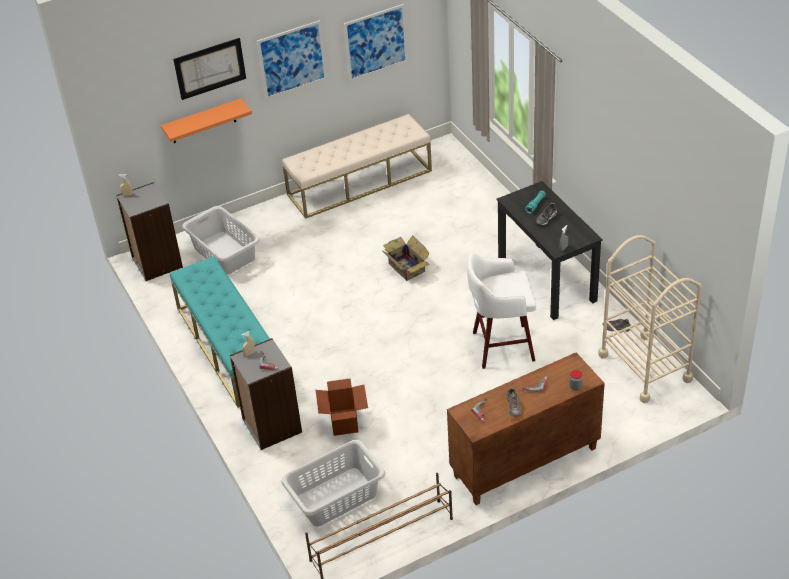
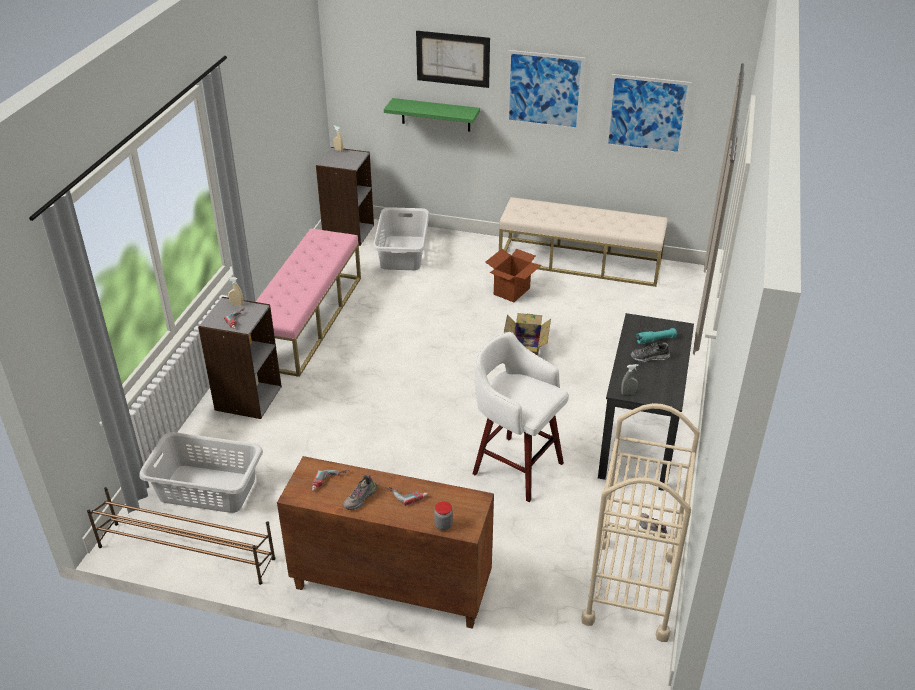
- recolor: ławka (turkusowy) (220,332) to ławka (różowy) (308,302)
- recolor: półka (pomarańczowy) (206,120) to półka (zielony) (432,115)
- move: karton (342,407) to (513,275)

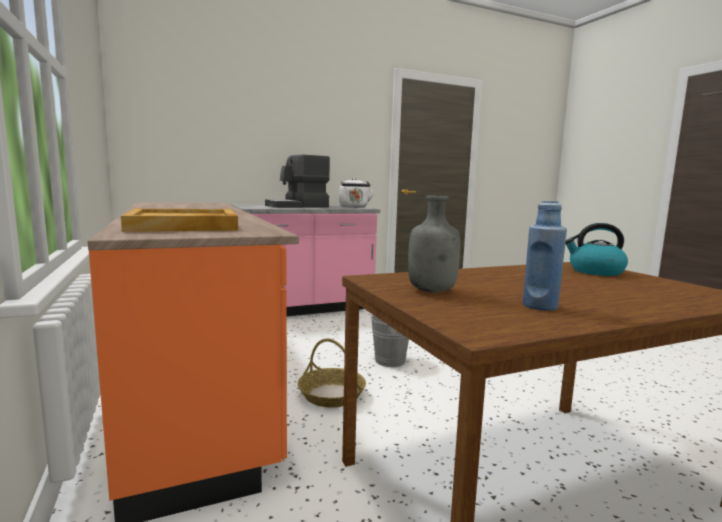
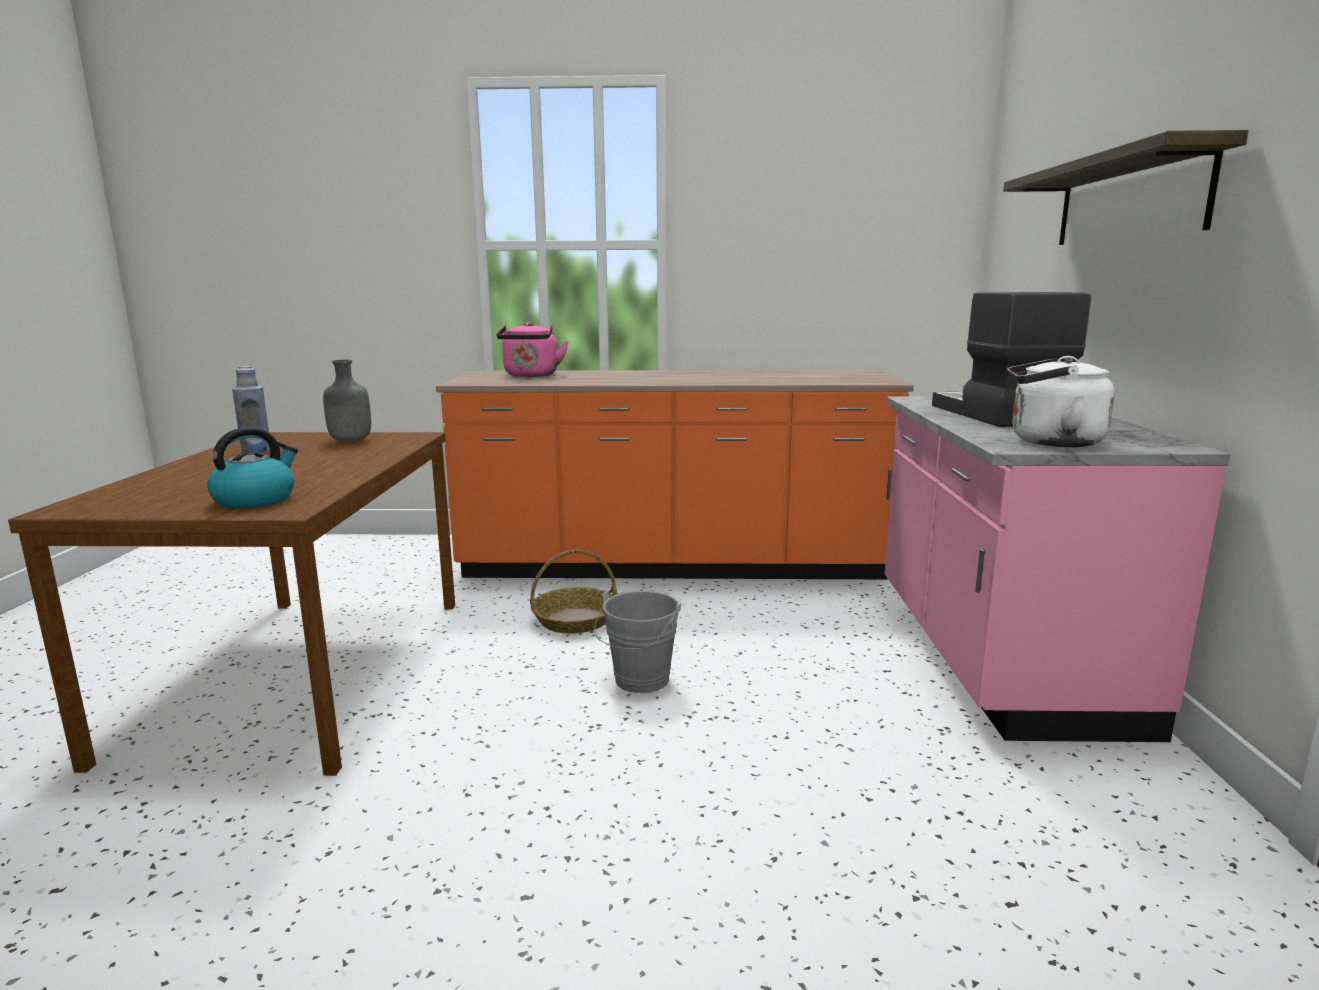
- replace: taca (beżowy) (179,220) to czajnik (różowy) (532,349)
- insert: półka (1125,187)

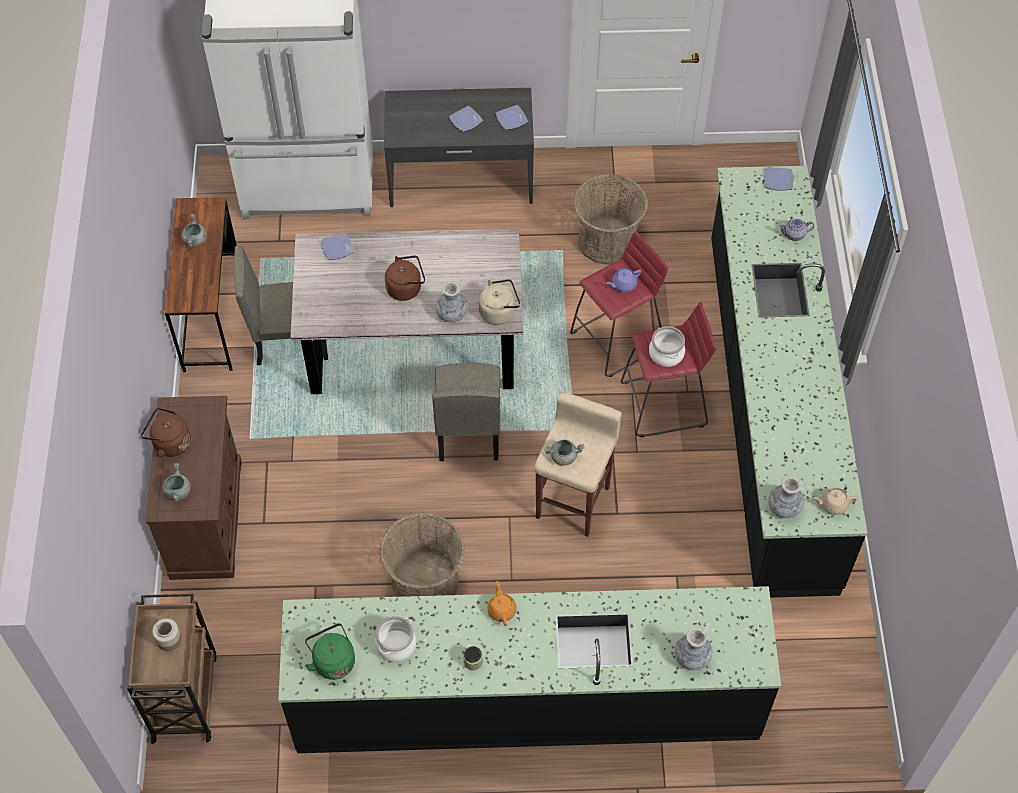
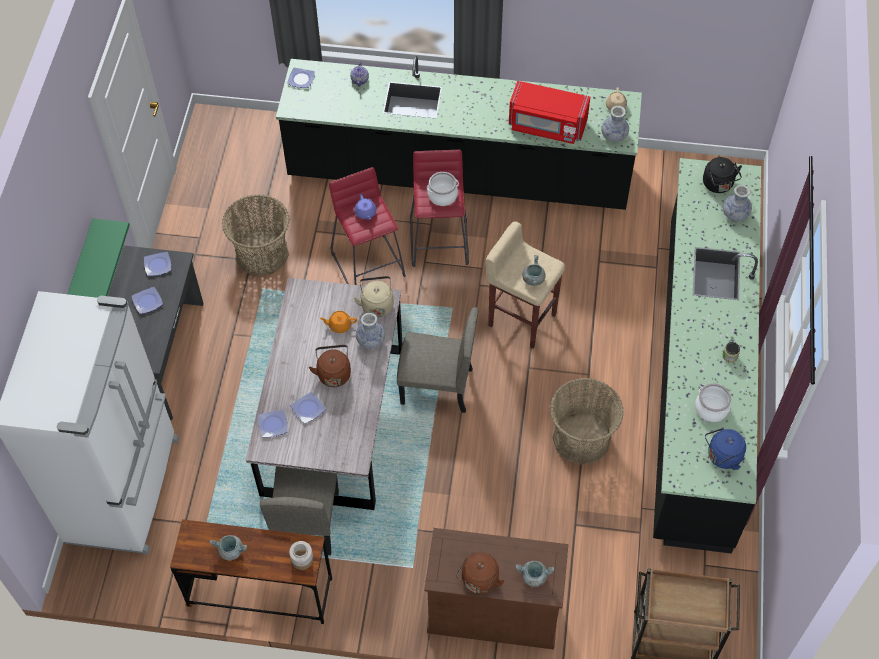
- insert: półka (zielony) (99,258)
- move: słoik (167,635) to (301,555)
- insert: talerz (308,407)
- move: imbryk (pomarańczowy) (501,603) to (338,322)
- insert: mikrofalówka (czerwony) (549,112)
- insert: czajnik (czarny) (722,175)
- recolor: czajnik (zielony) (330,651) to czajnik (niebieski) (725,448)

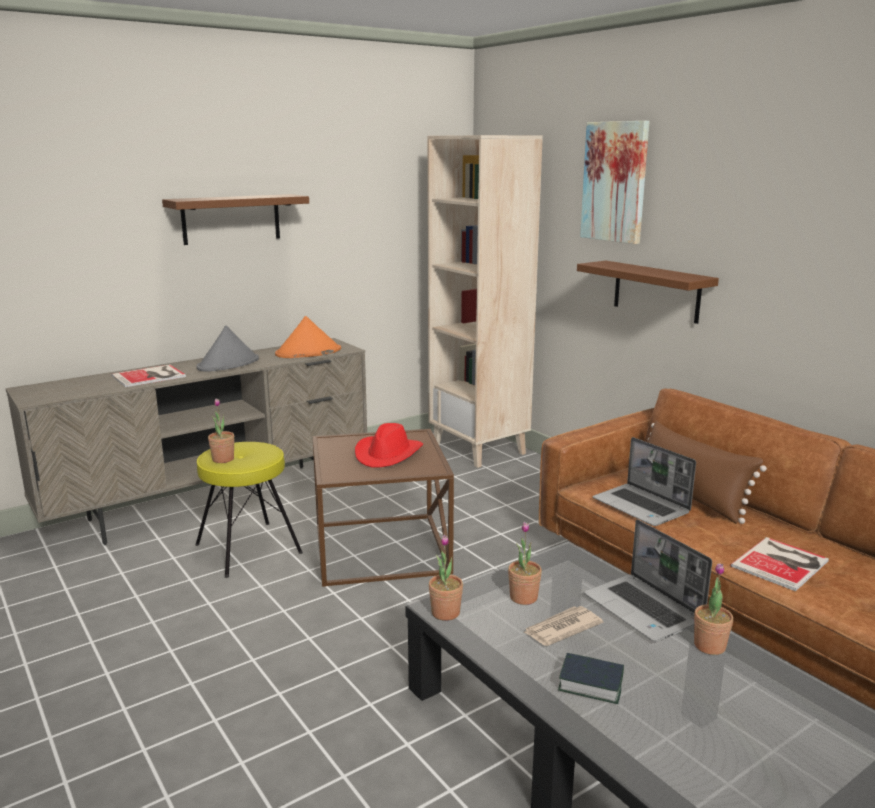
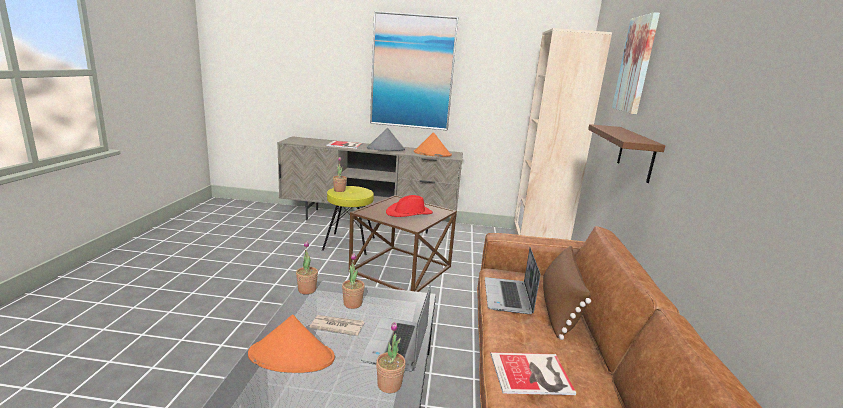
- replace: książka (591,678) to kapelusz (pomarańczowy) (291,344)
- replace: półka (brązowy) (235,219) to obraz (414,71)

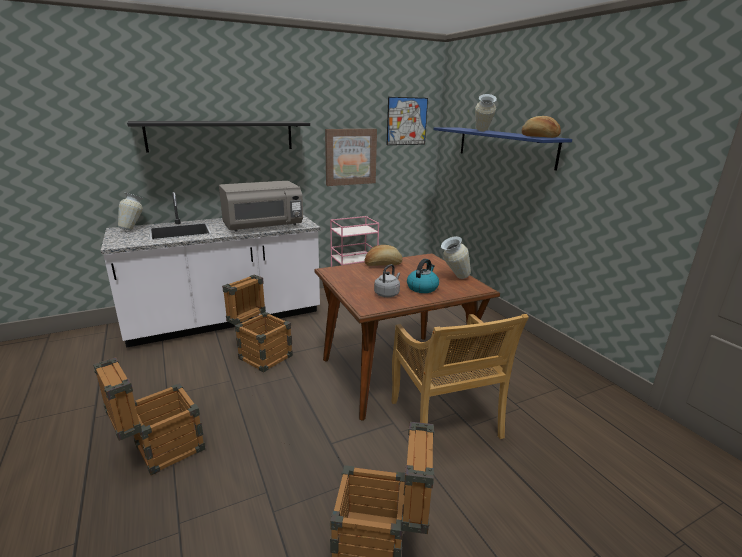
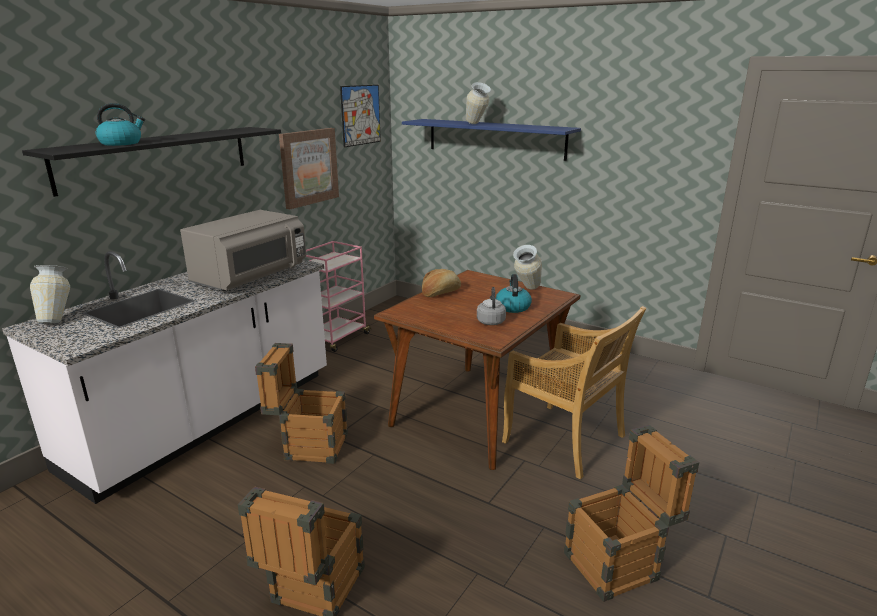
- insert: czajnik (120,124)
- delete: chleb (541,127)

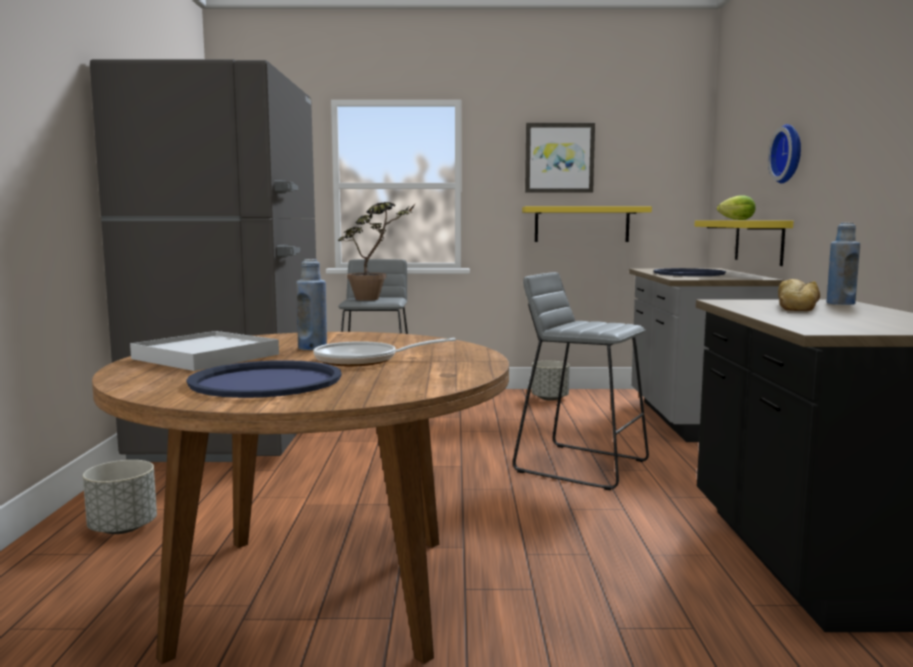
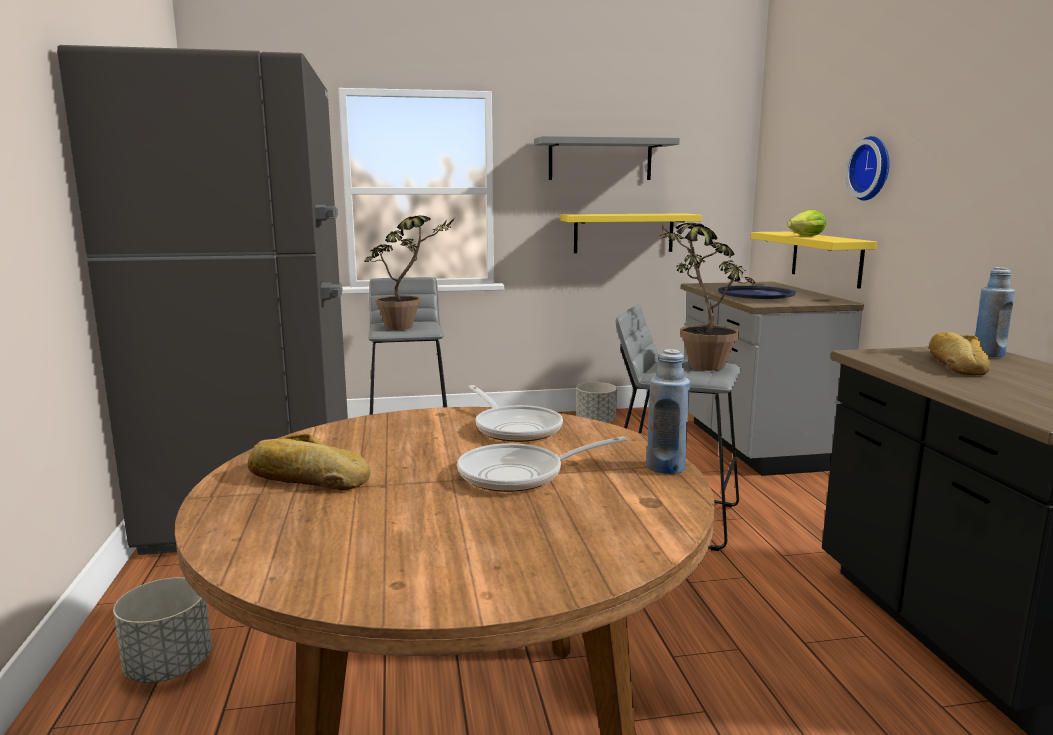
- replace: taca (biały) (204,351) to chleb (309,462)
- insert: patelnia (515,413)
- replace: obraz (560,157) to półka (szary) (607,158)
- move: butelka (niebieski) (311,304) to (668,411)
- insert: roślina doniczkowa (707,297)
- delete: taca (niebieski) (264,379)

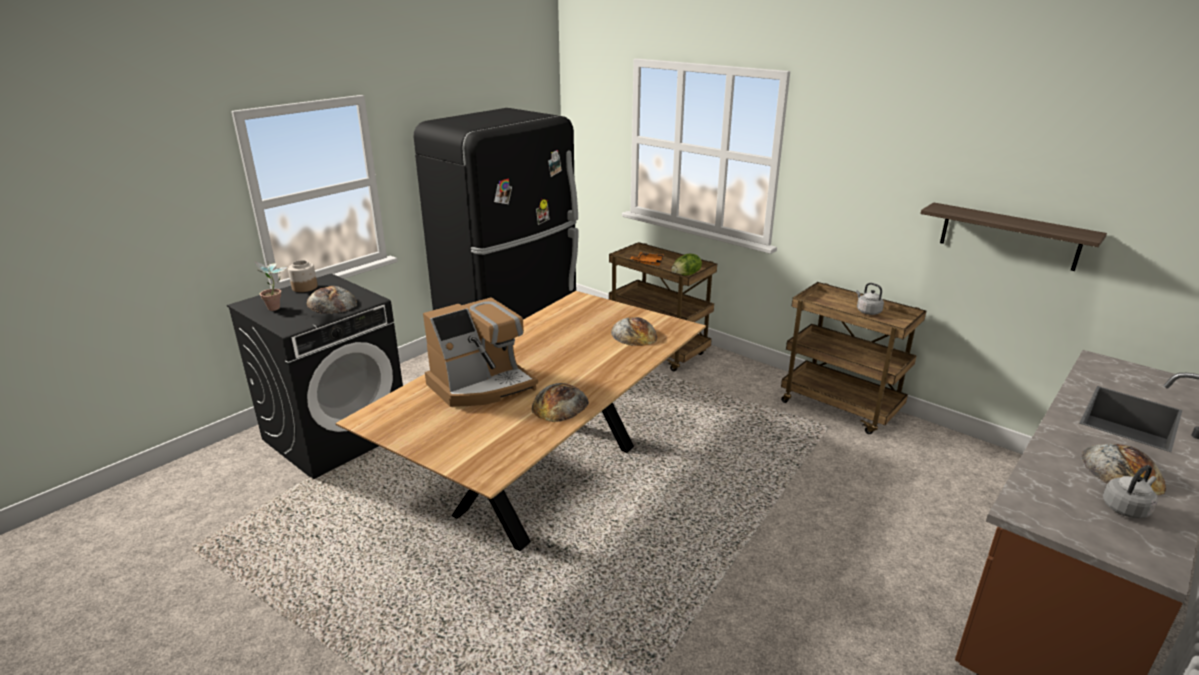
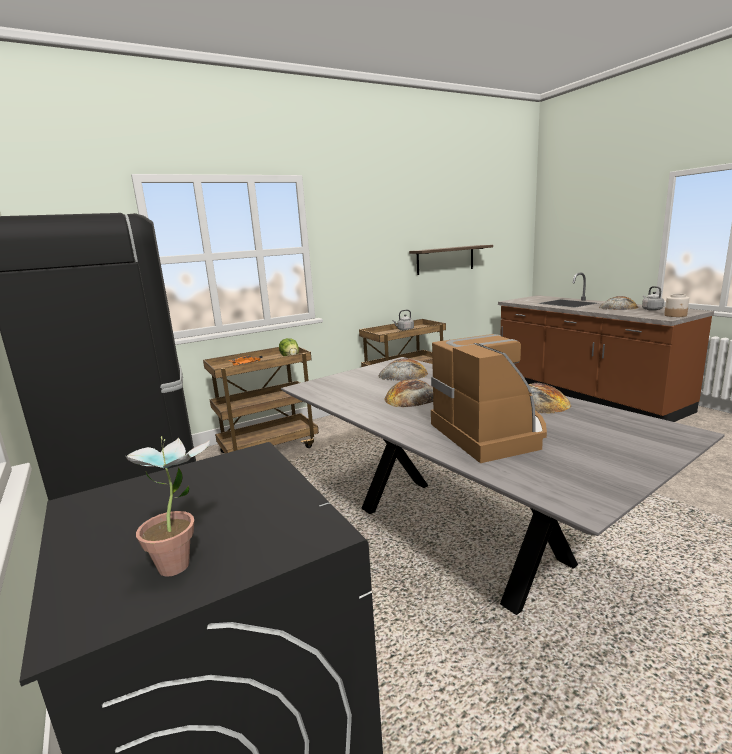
- recolor: stół jadalny (brązowy) (520,421) to stół jadalny (szary) (503,486)
- move: chleb (332,300) to (408,393)
- move: słoik (303,276) to (676,305)

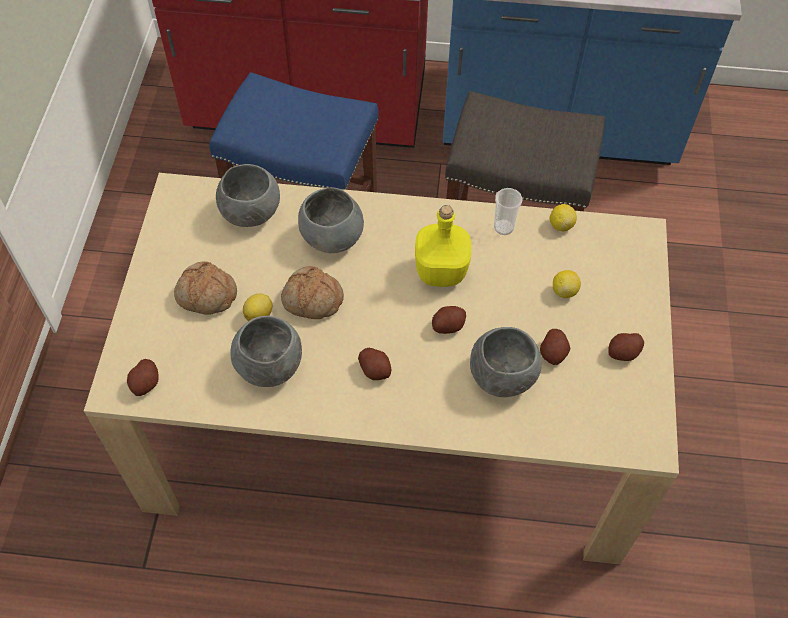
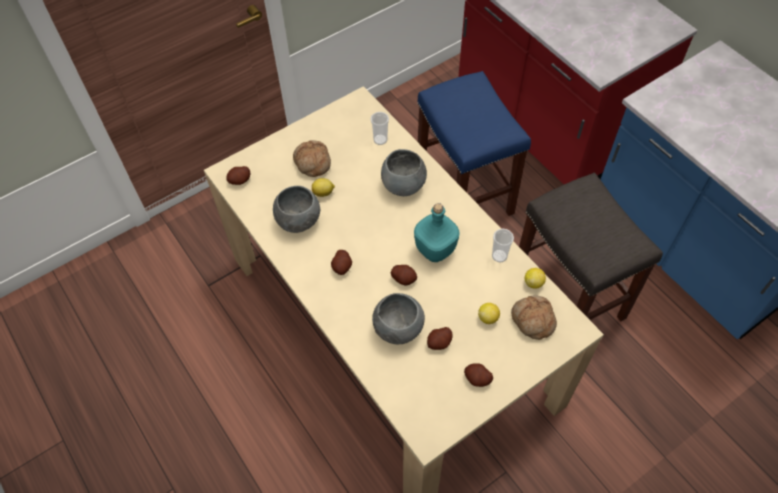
- replace: miska (szary) (248,195) to filiżanka (379,128)
- recolor: butelka (żółty) (443,246) to butelka (turkusowy) (437,232)
- move: chleb (312,292) to (534,317)

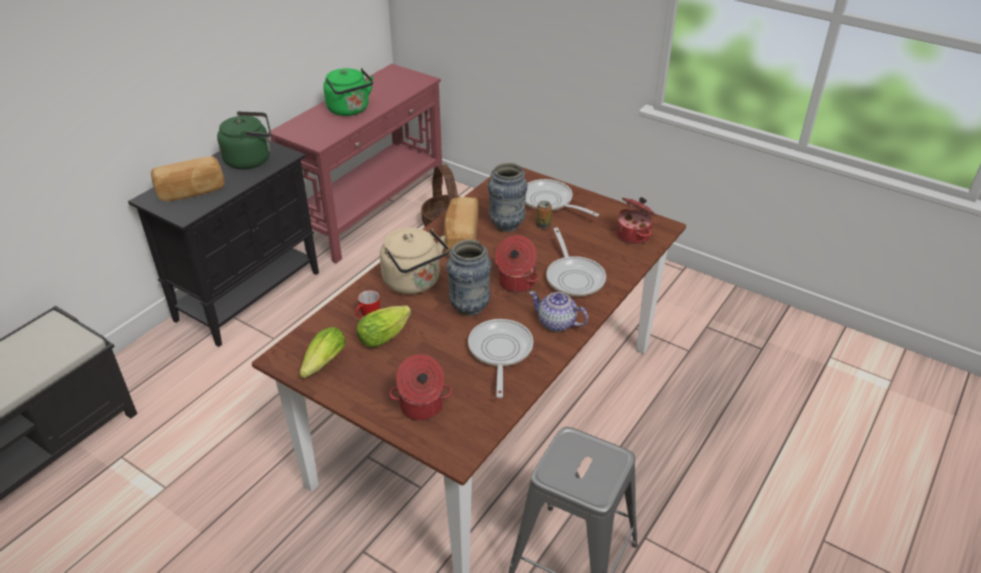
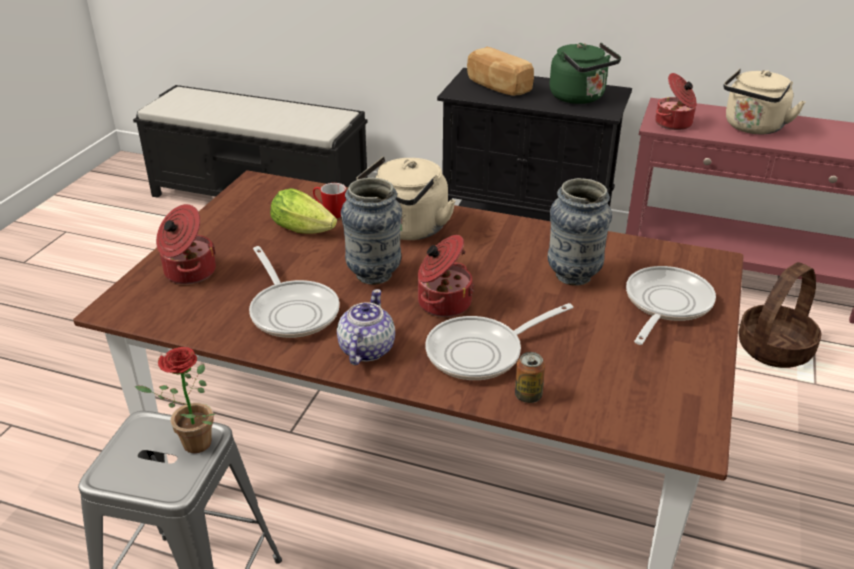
- insert: roślina doniczkowa (174,400)
- rotate: patelnia (500,358) = (294,292) 75 degrees clockwise
- move: puszka (544,215) to (530,377)
- move: garnek (636,220) to (676,101)
- recolor: czajnik (zielony) (348,92) to czajnik (beżowy) (764,101)
- delete: sałata (322,352)
- delete: chleb (461,227)

